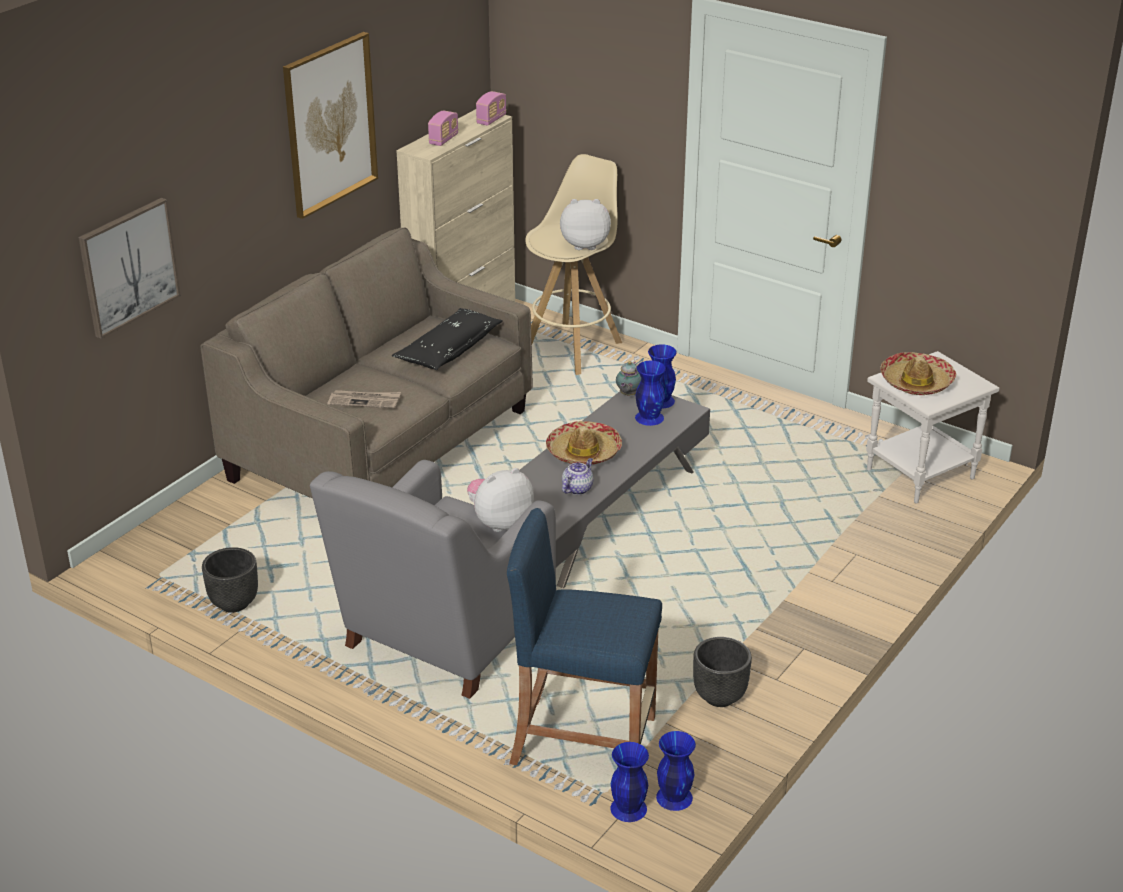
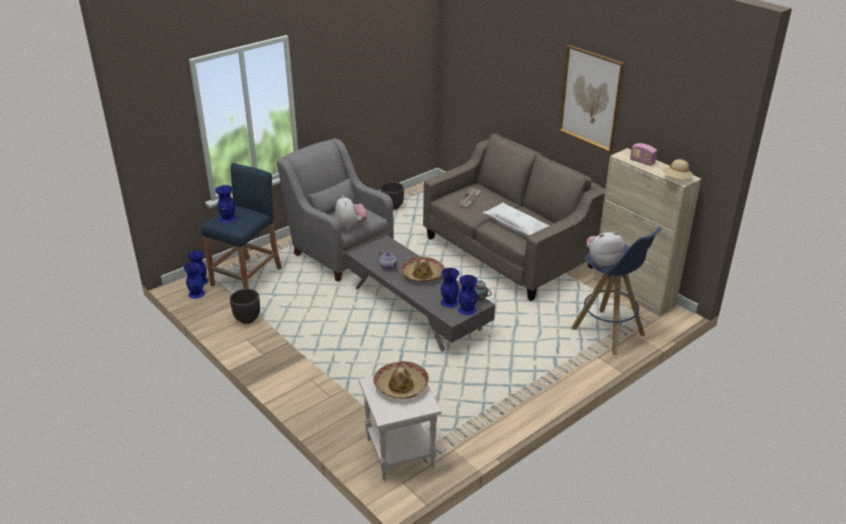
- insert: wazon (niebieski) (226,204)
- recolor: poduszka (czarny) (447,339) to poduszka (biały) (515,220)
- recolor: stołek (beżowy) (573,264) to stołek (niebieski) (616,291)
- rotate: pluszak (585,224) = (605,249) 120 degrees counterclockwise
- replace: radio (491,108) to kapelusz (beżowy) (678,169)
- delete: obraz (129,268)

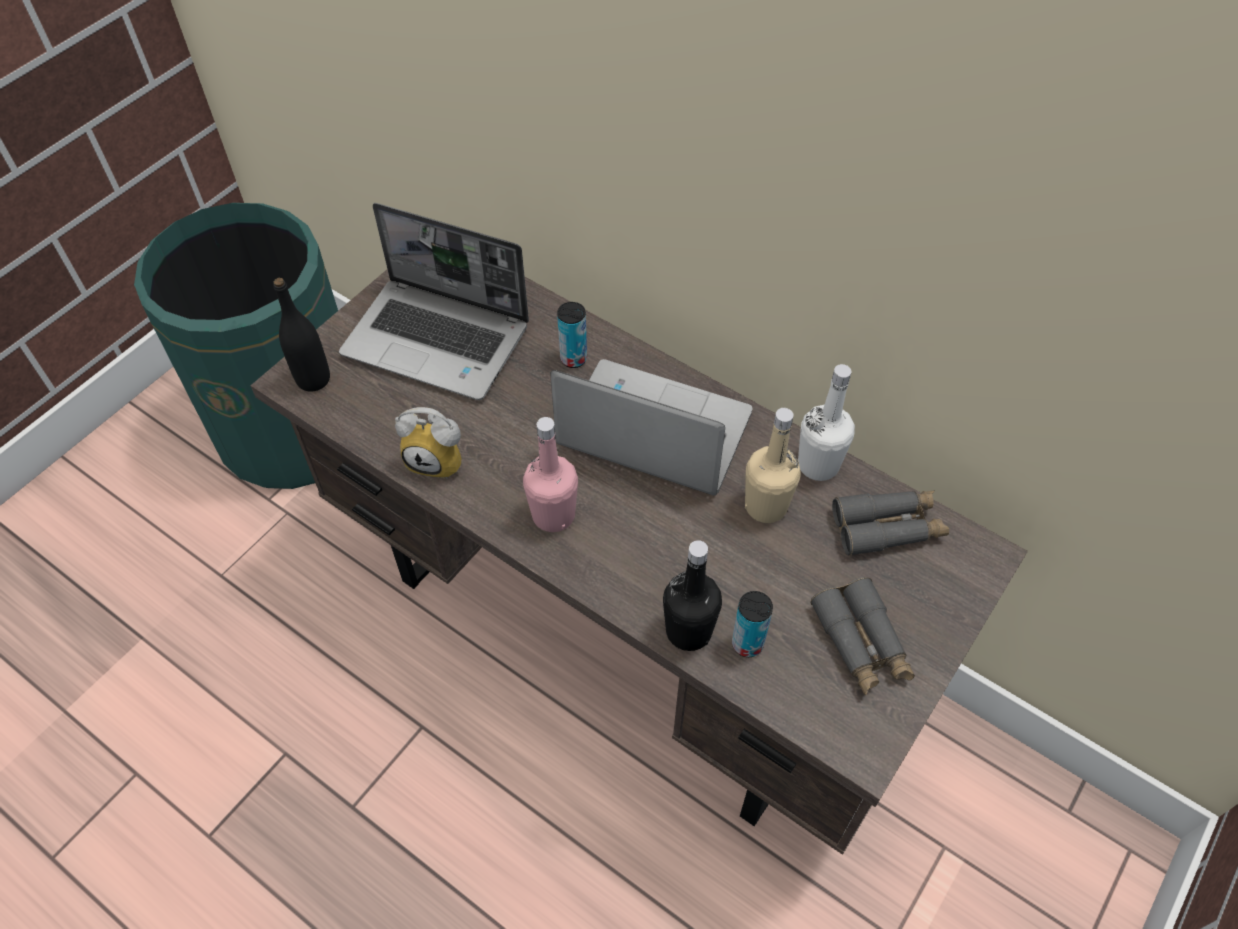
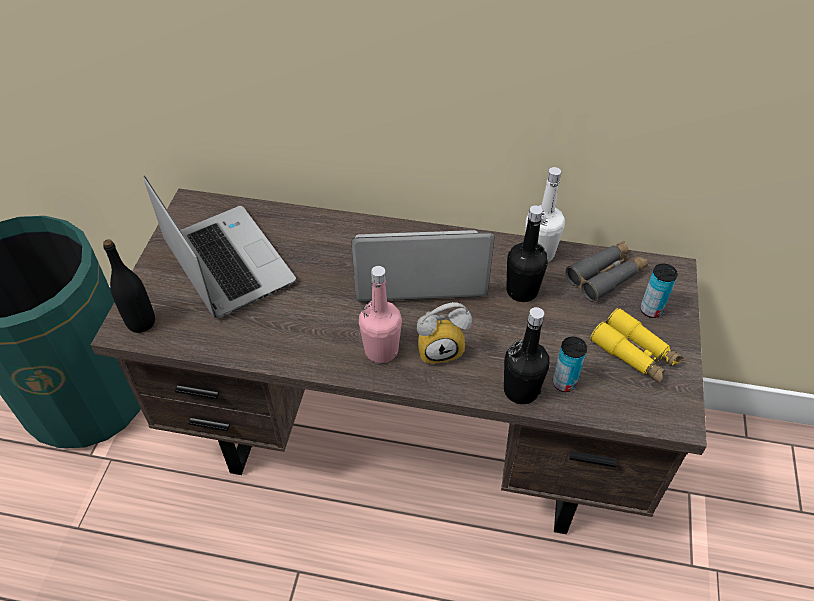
- rotate: laptop (434,301) = (220,247) 120 degrees counterclockwise
- move: budzik (428,443) to (444,333)
- recolor: butelka (beżowy) (773,465) to butelka (czarny) (527,253)
- recolor: lornetka (szary) (862,636) to lornetka (żółty) (637,345)
- move: puszka (572,335) to (659,291)

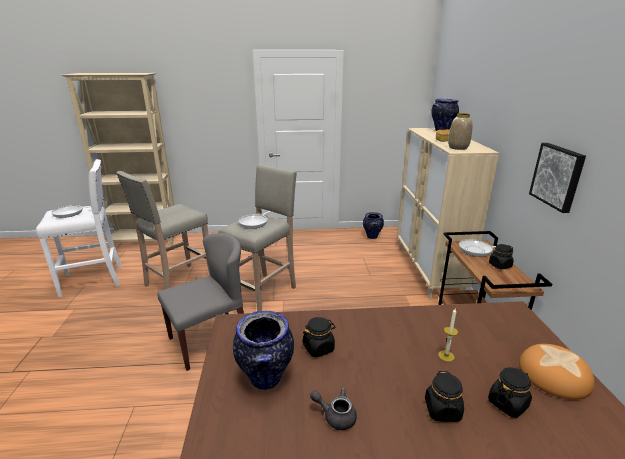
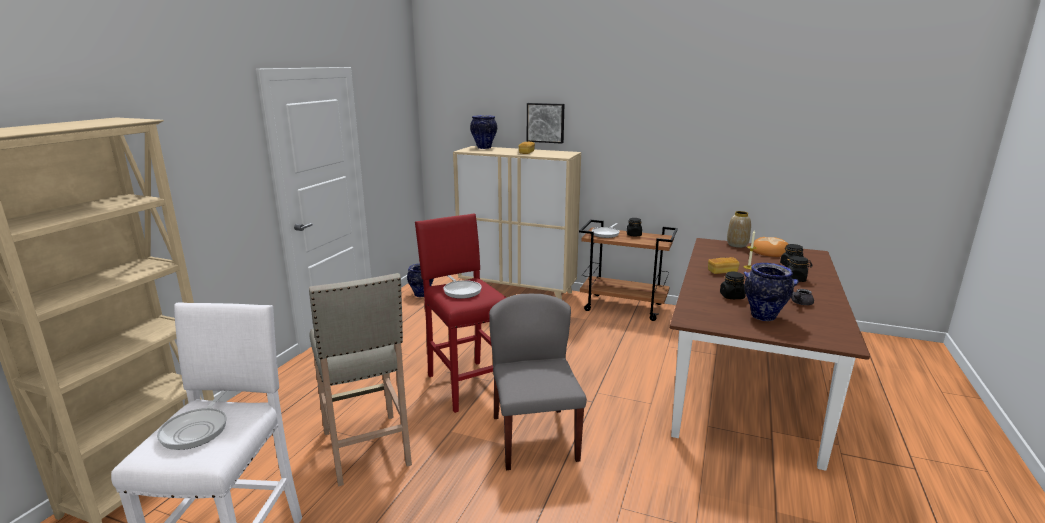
- recolor: stołek (beżowy) (257,237) to stołek (czerwony) (460,313)
- move: obraz (557,178) to (545,123)
- insert: chleb (724,265)
- move: wazon (460,131) to (739,229)

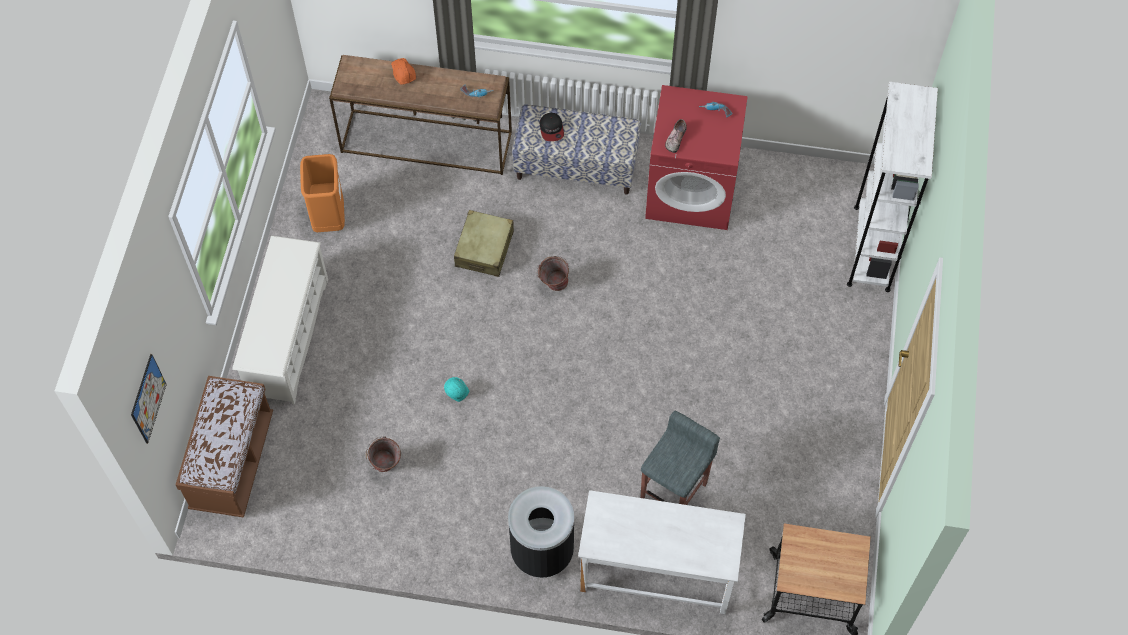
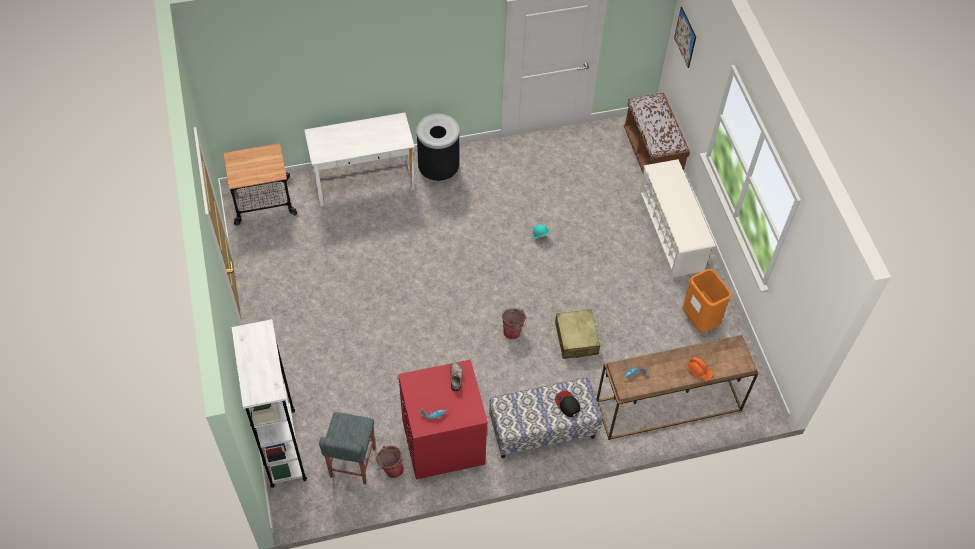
- move: stołek (szary) (680,458) to (347,448)
- move: wiadro (383,454) to (390,461)

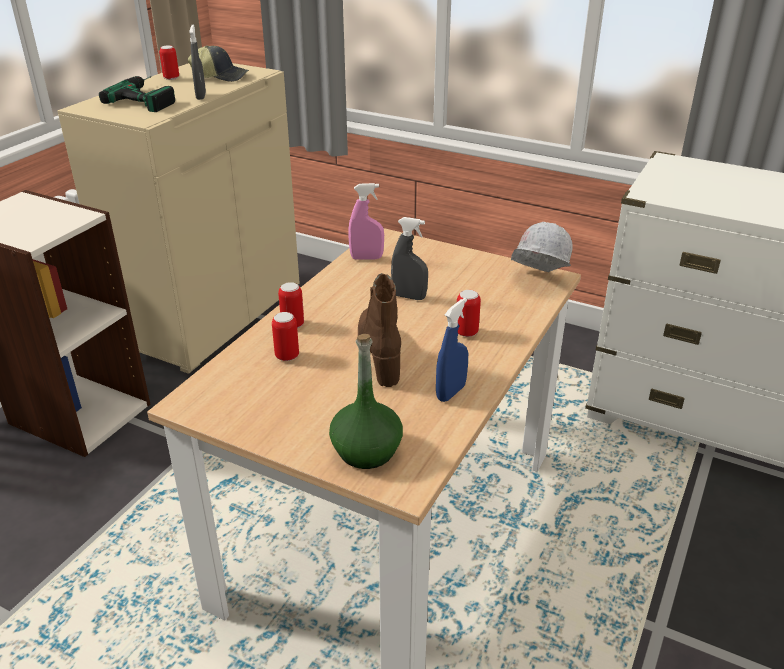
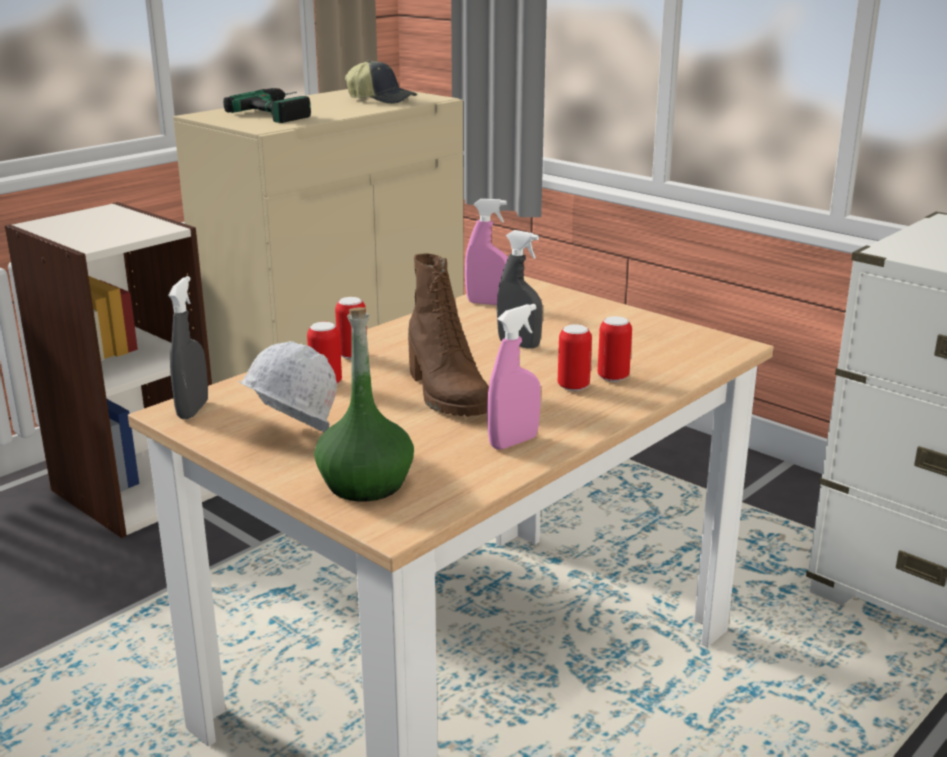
- move: spryskiwacz (szary) (197,62) to (188,347)
- move: kask (biały) (541,247) to (287,386)
- rotate: but z cholewką (brązowy) (379,330) = (448,335) 150 degrees clockwise
- recolor: spryskiwacz (niebieski) (452,350) to spryskiwacz (różowy) (514,377)
- move: puszka (169,62) to (615,349)

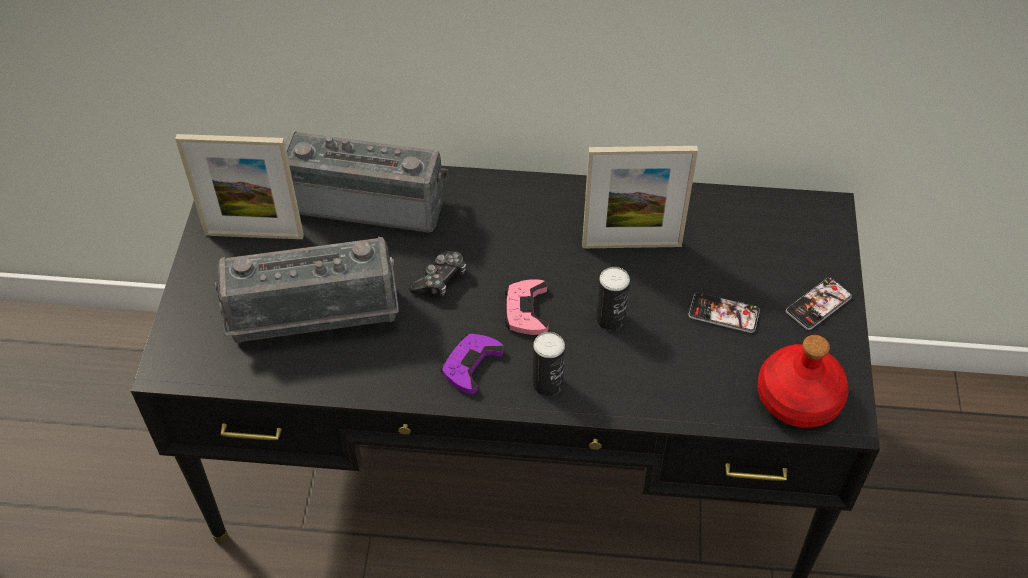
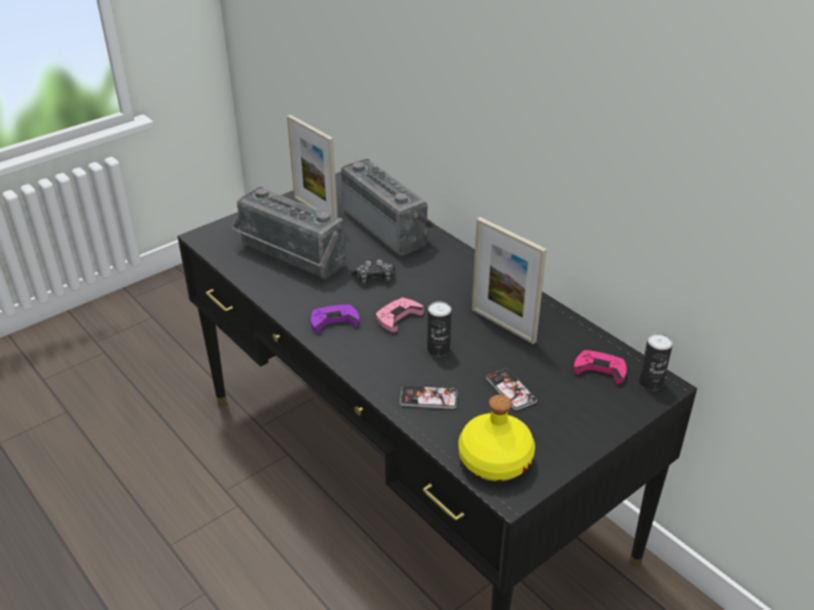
- move: telefon (819,304) to (428,397)
- recolor: butelka (czerwony) (803,381) to butelka (żółty) (496,438)
- insert: pad do gier (różowy) (600,367)
- move: puszka (549,364) to (656,361)

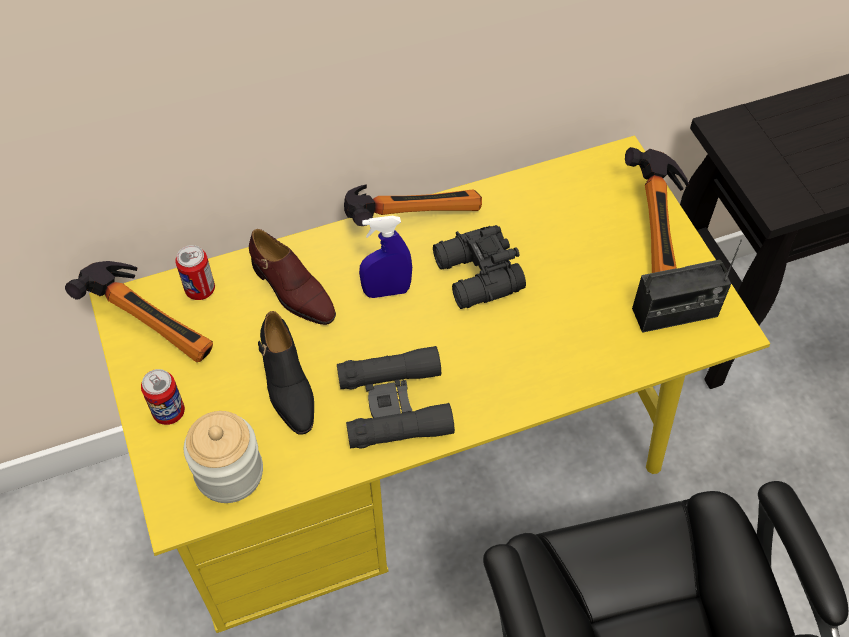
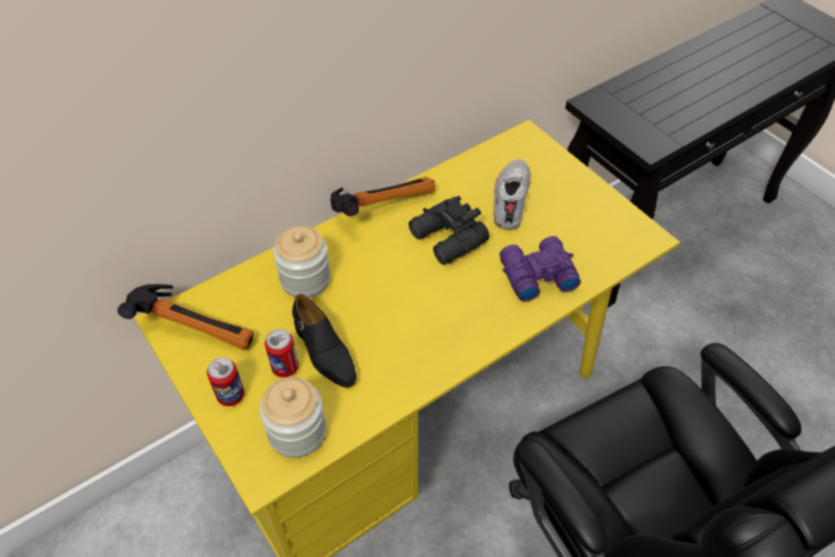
- move: puszka (195,272) to (282,353)
- replace: but (brązowy) (292,277) to słoik (302,262)
- insert: but (biały) (512,194)
- insert: lornetka (fioletowy) (540,269)
- delete: lornetka (czarny) (396,397)
- delete: spryskiwacz (niebieski) (385,257)
- delete: młotek (657,210)
- delete: radio (687,286)

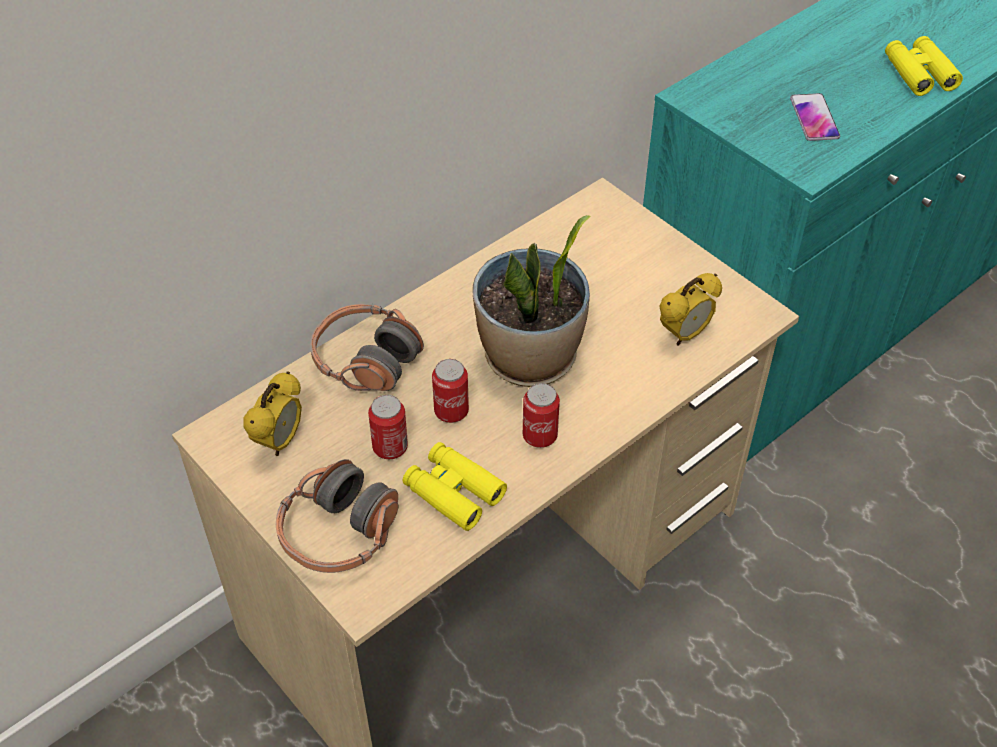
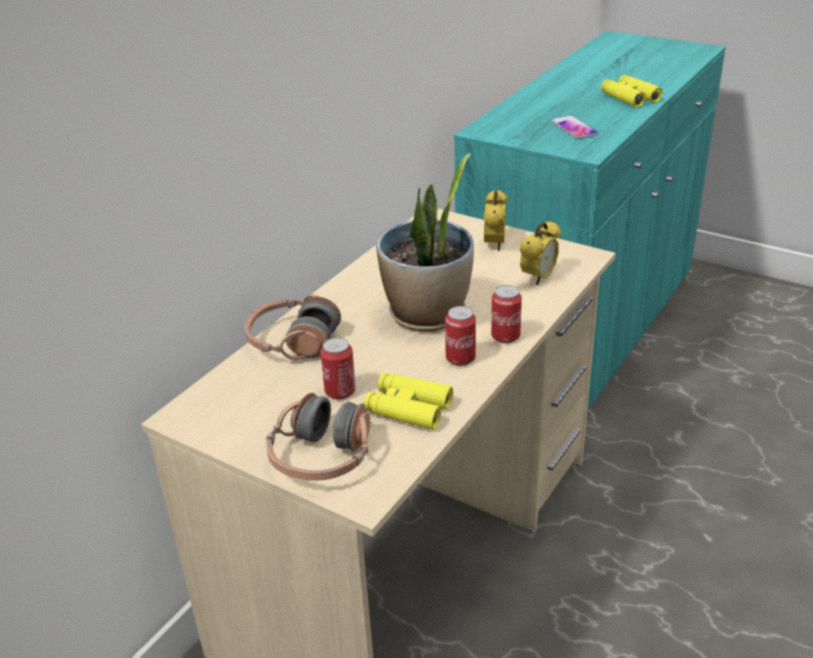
- move: budzik (272,413) to (495,220)
- move: puszka (450,391) to (506,314)

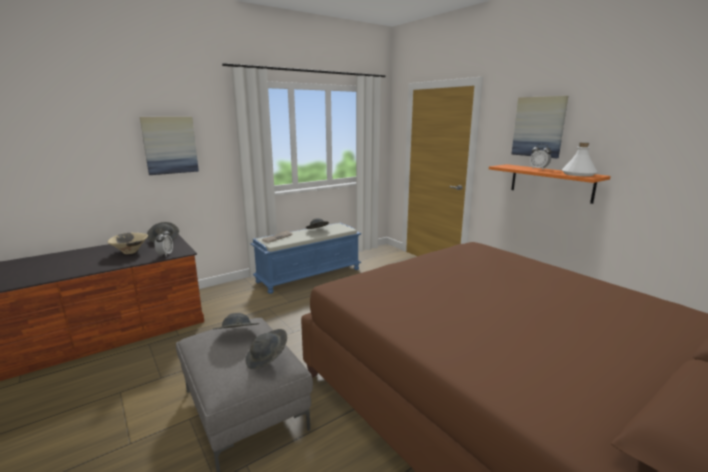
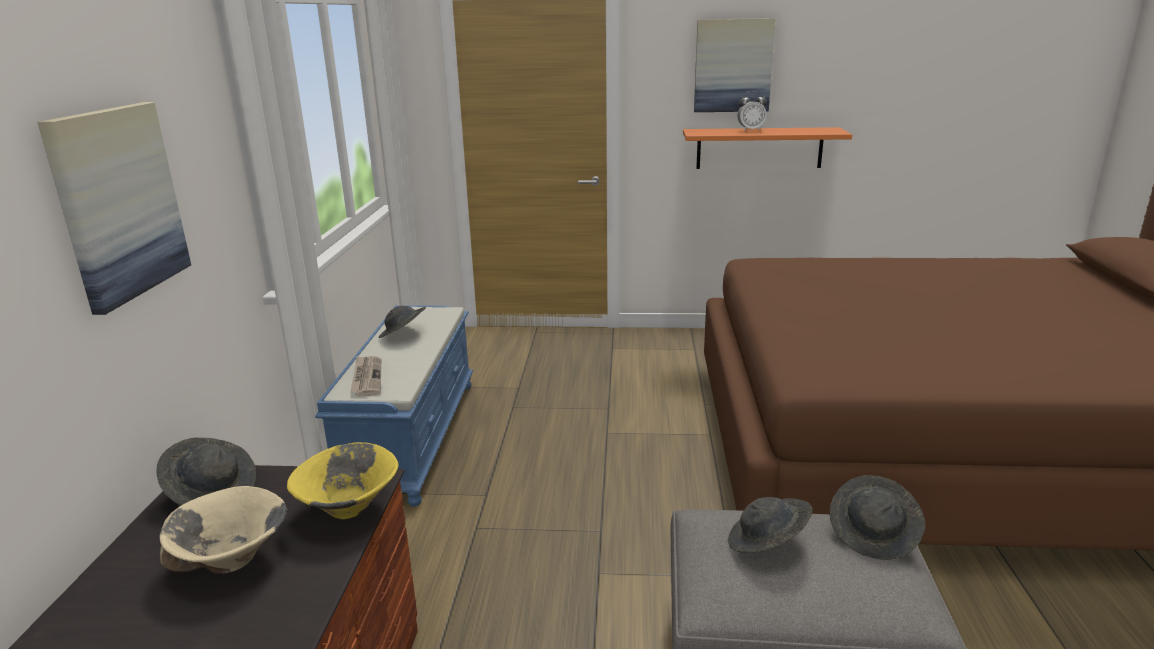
- replace: budzik (164,242) to miska (żółty) (343,480)
- delete: butelka (biały) (580,159)

